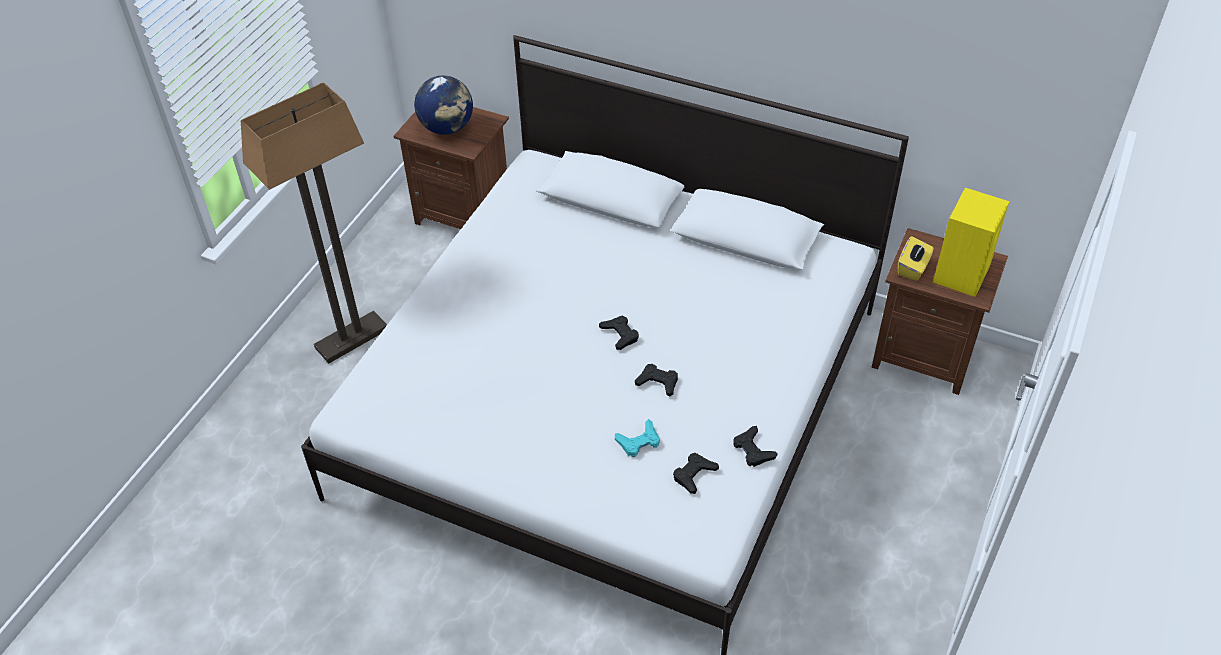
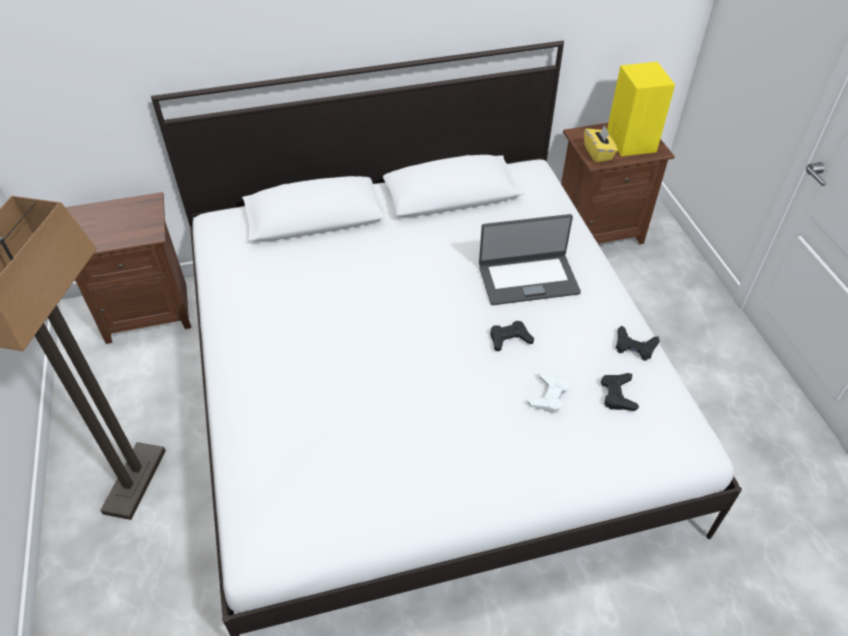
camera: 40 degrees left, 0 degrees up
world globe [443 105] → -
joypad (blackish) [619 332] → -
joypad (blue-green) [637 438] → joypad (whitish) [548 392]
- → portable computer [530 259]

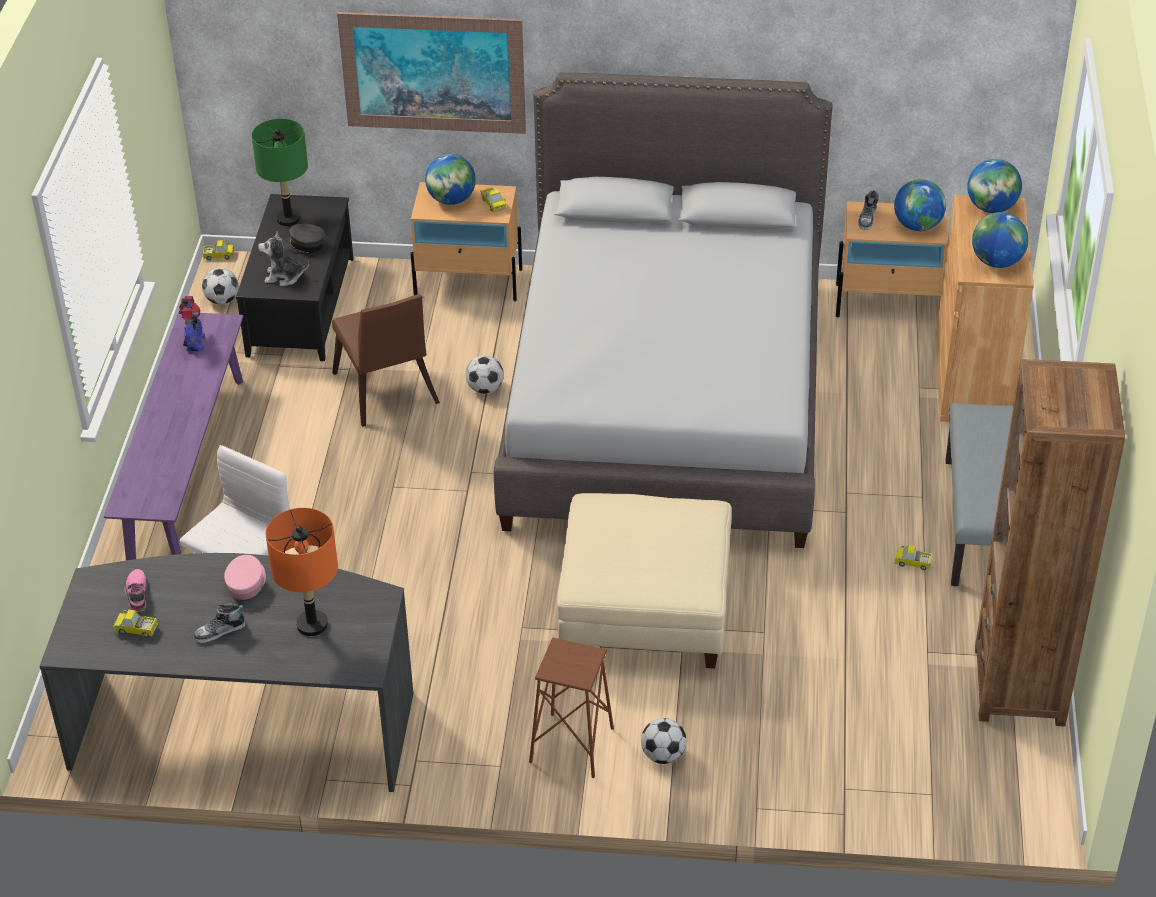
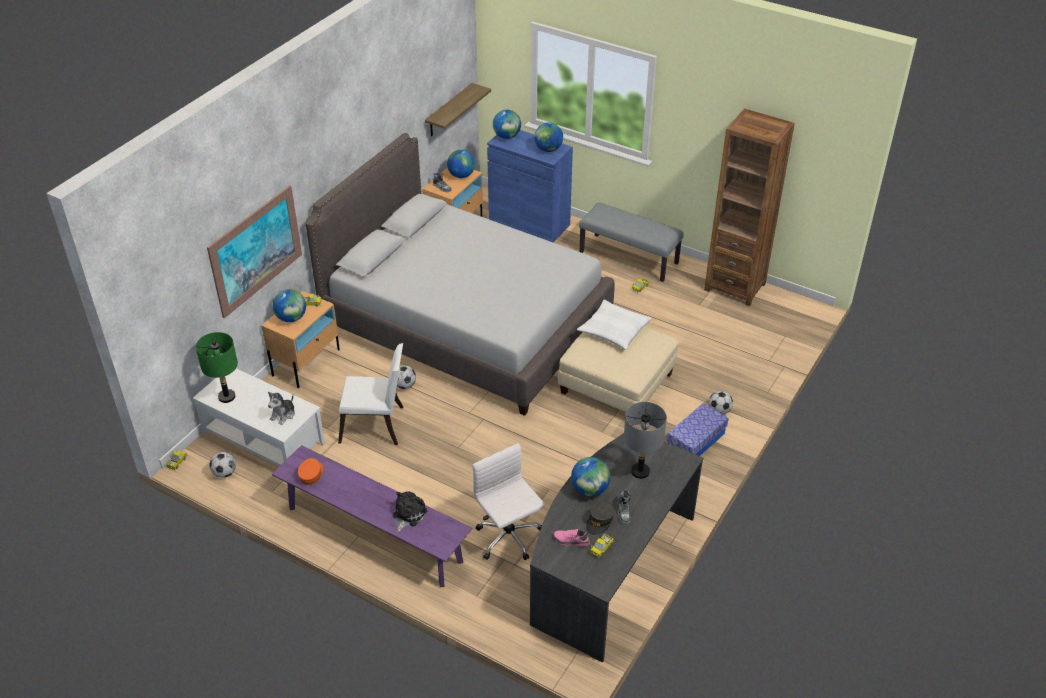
camera: 65 degrees left, 0 degrees up
low table (blackish) [295 277] → low table (whitish) [259 417]
storage cabinet (brown-coloured) [985 308] → storage cabinet (blue) [530 186]
peaked cap (greyish) [304 239] → peaked cap (greyish) [600 518], relocated
upright chair (brown-coloured) [386 360] → upright chair (whitish) [370 394]
robot figure [192 324] → peaked cap (orange) [310 471]
table lamp (orange) [302 572] → table lamp (greyish) [645 440]
peaked cap (pink-coloured) [245 577] → world globe [590 476]
sitting stool (brown-coloured) [571 708] → storage bin [698 429]
- → bracket shelf [458 109]
- → pillow (whitish) [614 324]
- → soft toy [410 511]

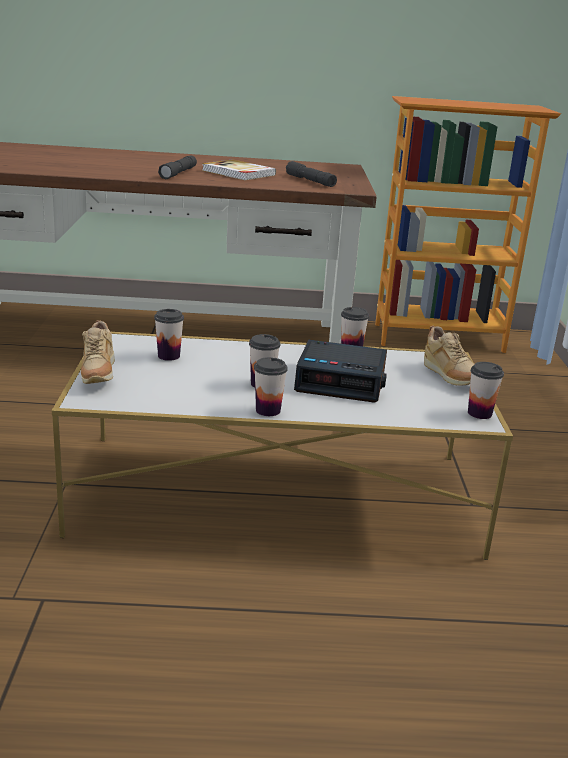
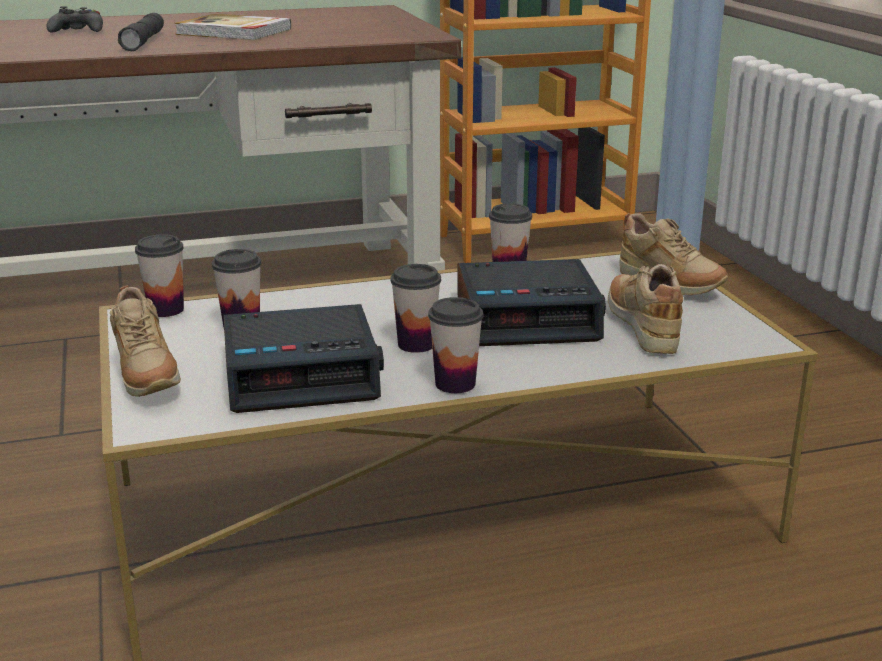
camera: 15 degrees left, 0 degrees up
flashlight (greyish) [311 174] → -
drinking cup [486 390] → drinking cup [159 275], relocated
- → joypad (blackish) [75 19]
- → low shoe (beige) [645 309]
- → bedside clock [304 358]

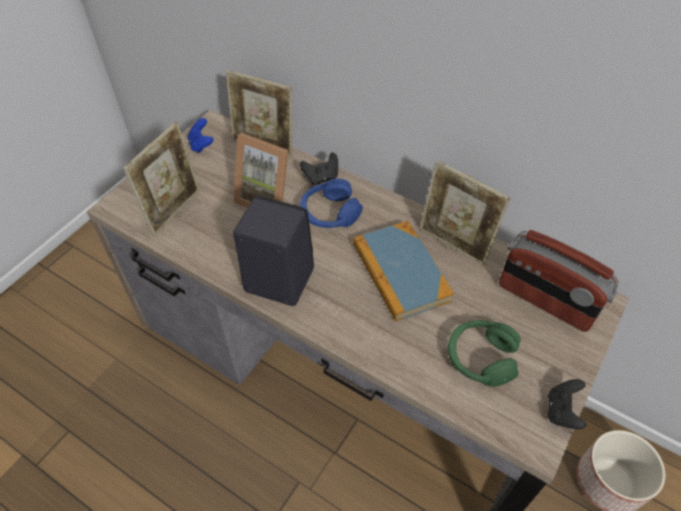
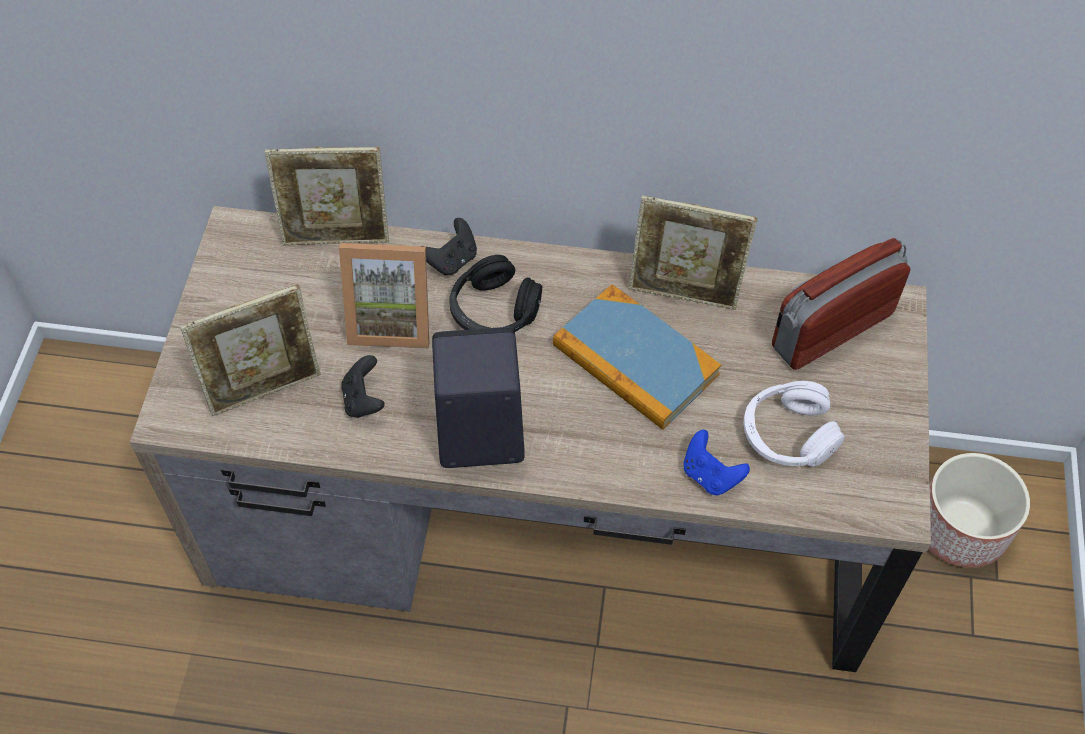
camera: 25 degrees left, 5 degrees up
joypad (blue) [200 135] → joypad (blue) [716 462], relocated
picture frame [161 179] → picture frame [250 350], 60 degrees clockwise
headphones (blue) [331 203] → headphones (blackish) [495 293]
radio [558 281] → radio [841 304], 135 degrees clockwise
headphones (green) [484 353] → headphones (whitish) [794 424]
joypad (blackish) [567 404] → joypad (blackish) [363 386], relocated

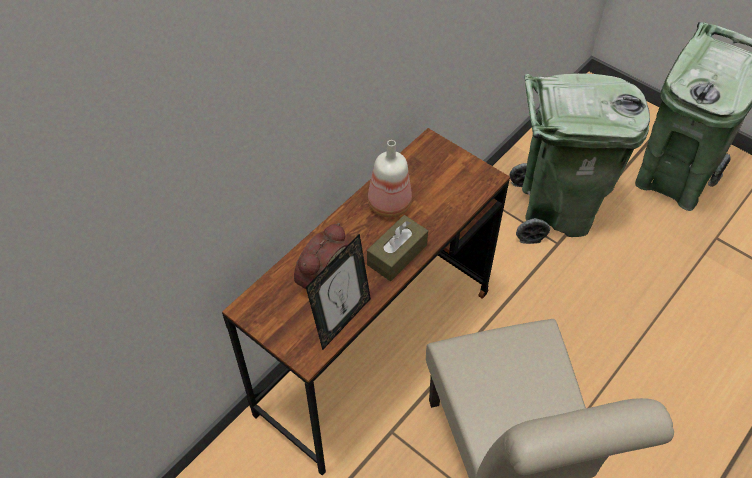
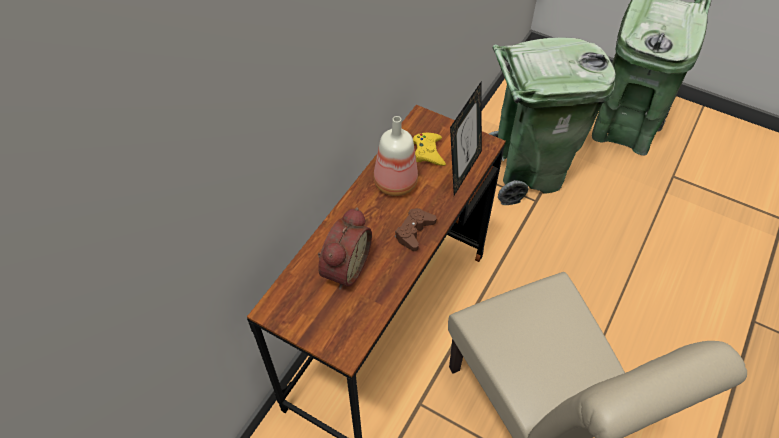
camera: 10 degrees left, 0 degrees up
tissue box (brown-coloured) [397 248] → joypad (brown-coloured) [415 229]
picture frame [338 292] → picture frame [466 139], relocated
- → joypad (yellowish) [429 149]

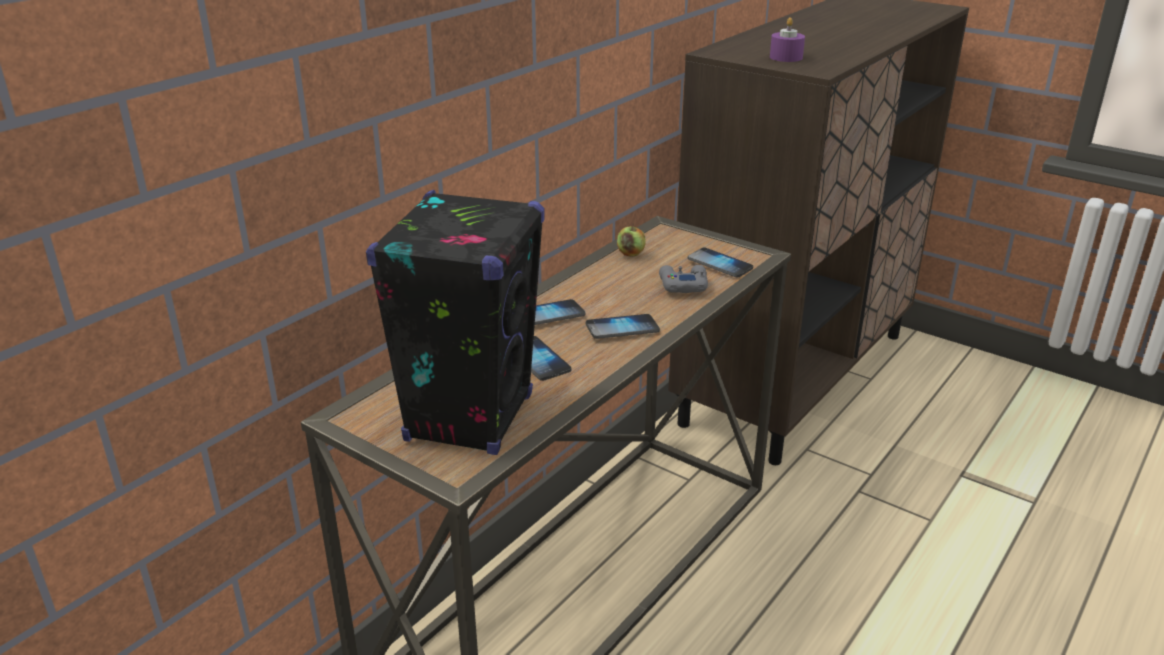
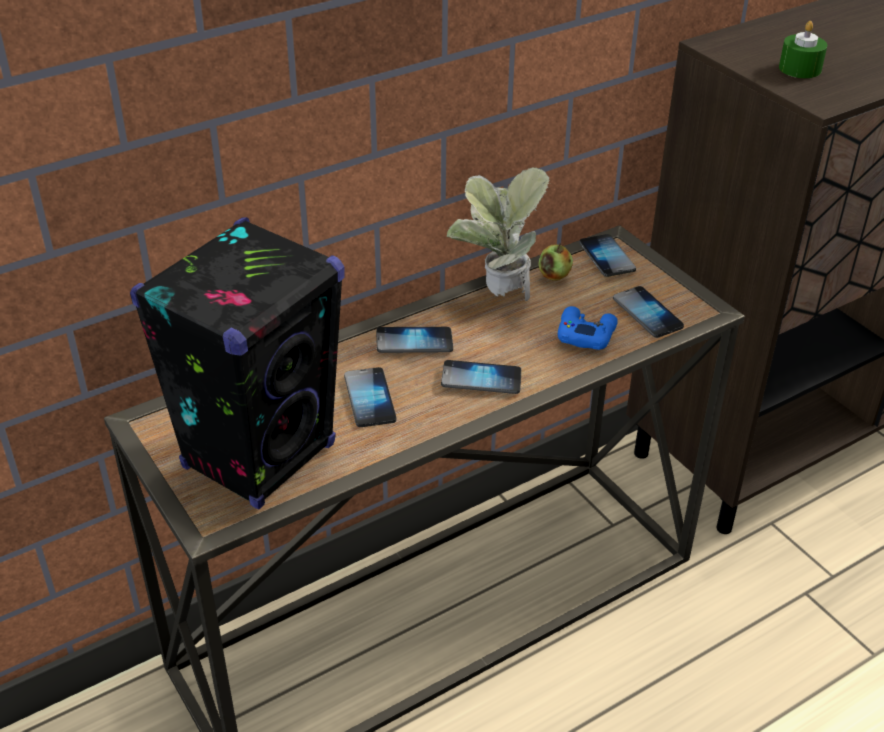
camera: 20 degrees right, 10 degrees up
wax light (purplish) [787 39] → wax light (green) [803 49]
joypad (greyish) [683 279] → joypad (blue) [588 328]
- → potted plant [498 234]
- → handset [607 255]

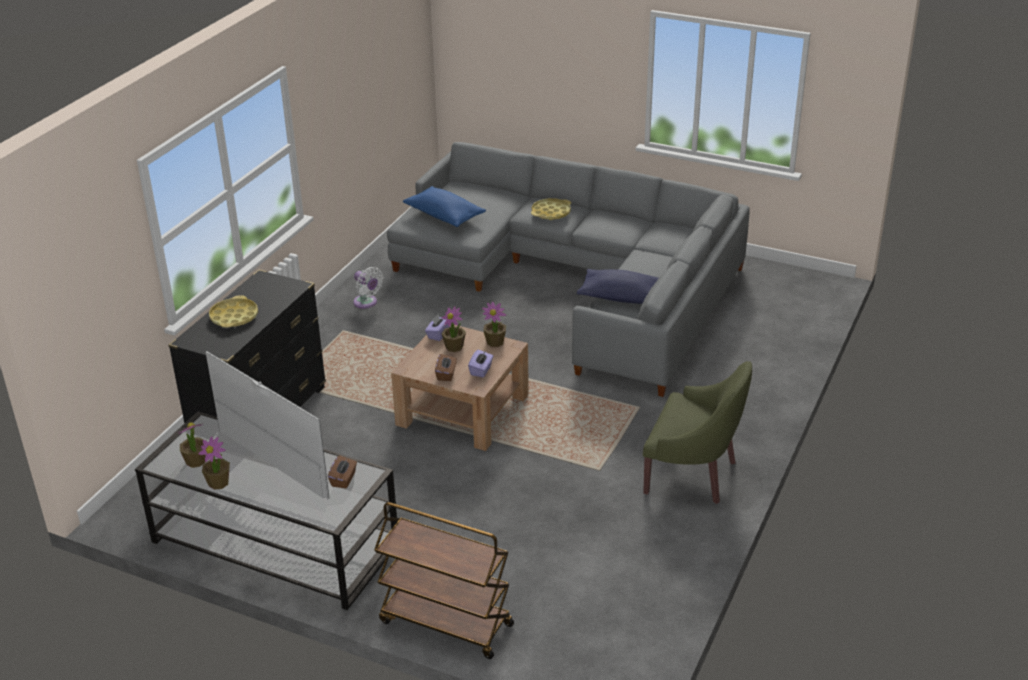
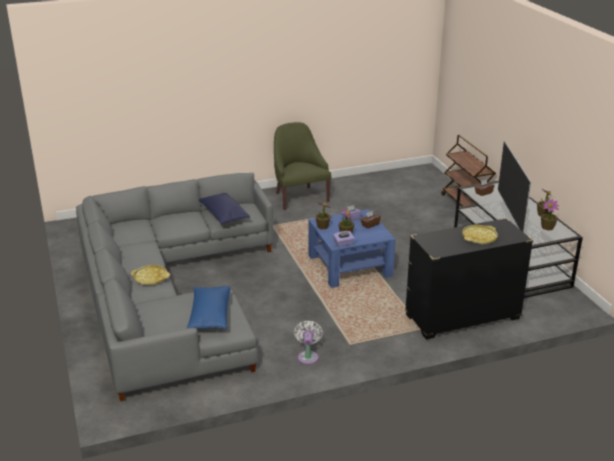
camera: 135 degrees left, 5 degrees down
low table (brown-coloured) [460 388] → low table (blue) [352 248]

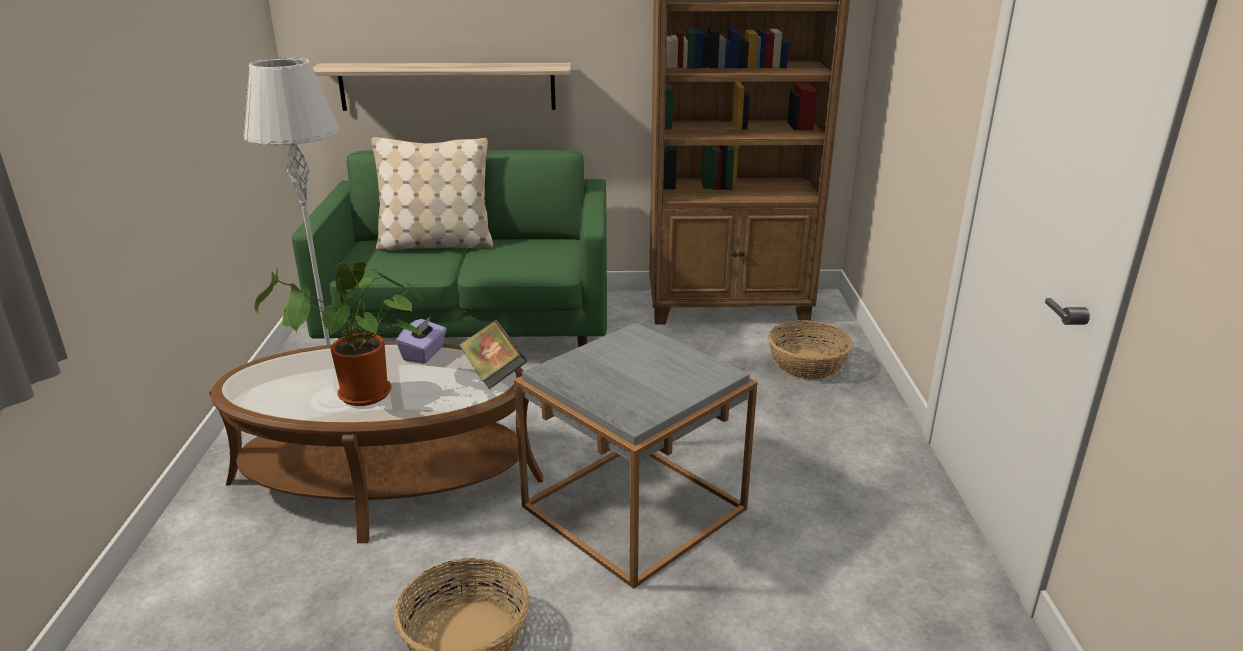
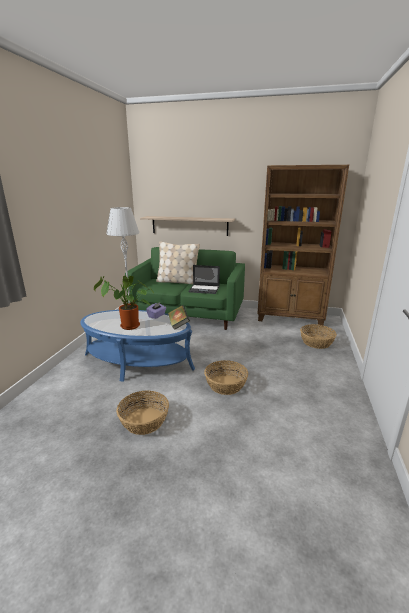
camera: 15 degrees right, 5 degrees down
end table (greyish) [636 456] → storage basket [226 377]
low table (brown-coloured) [376 442] → low table (blue) [137 346]
- → portable computer [204 279]

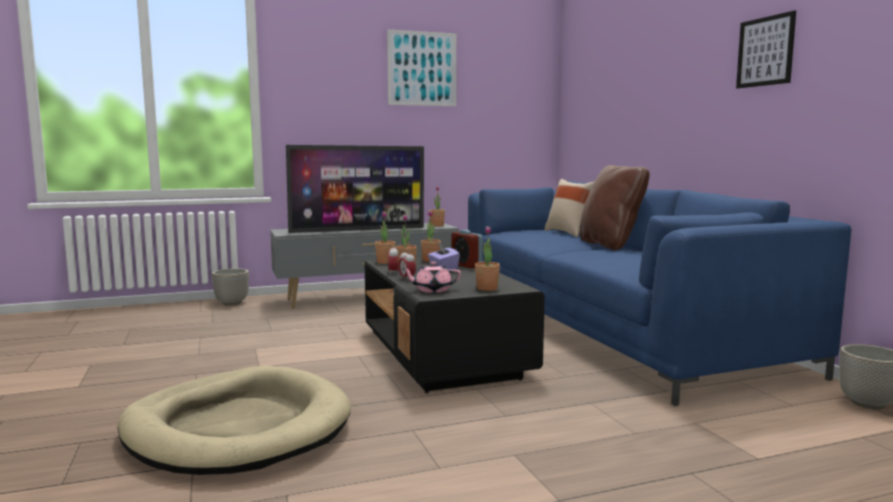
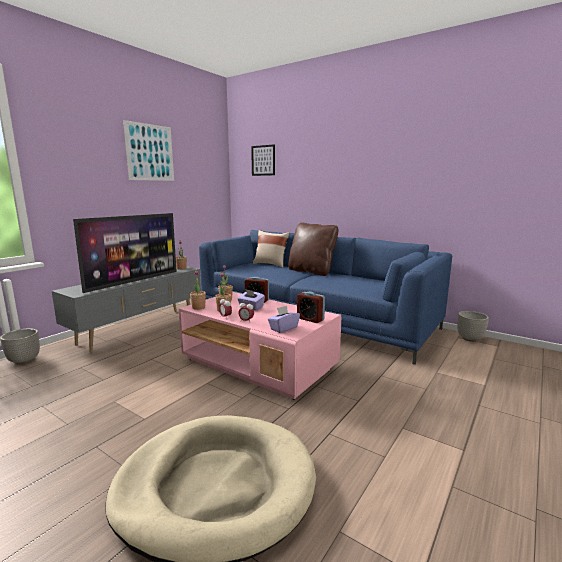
camera: 35 degrees left, 5 degrees up
picture [766 49] → picture [263 160], relocated
potted plant [487 258] → bedside clock [311 307]
low table (blackish) [454 325] → low table (pink-coloured) [260 346]
tea pot (pink-coloured) [431 277] → tissue box (purplish) [284 319]

